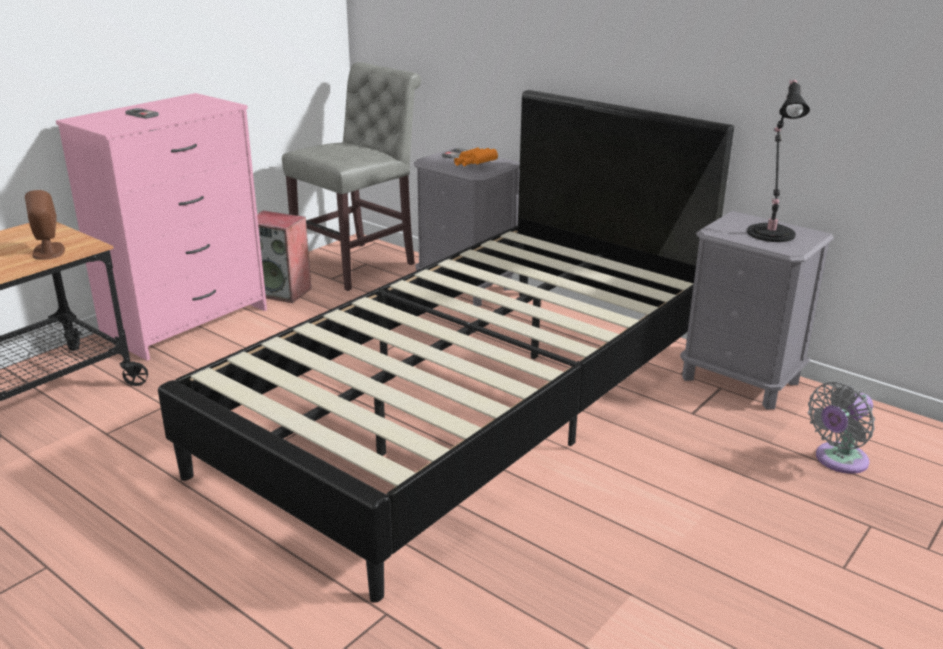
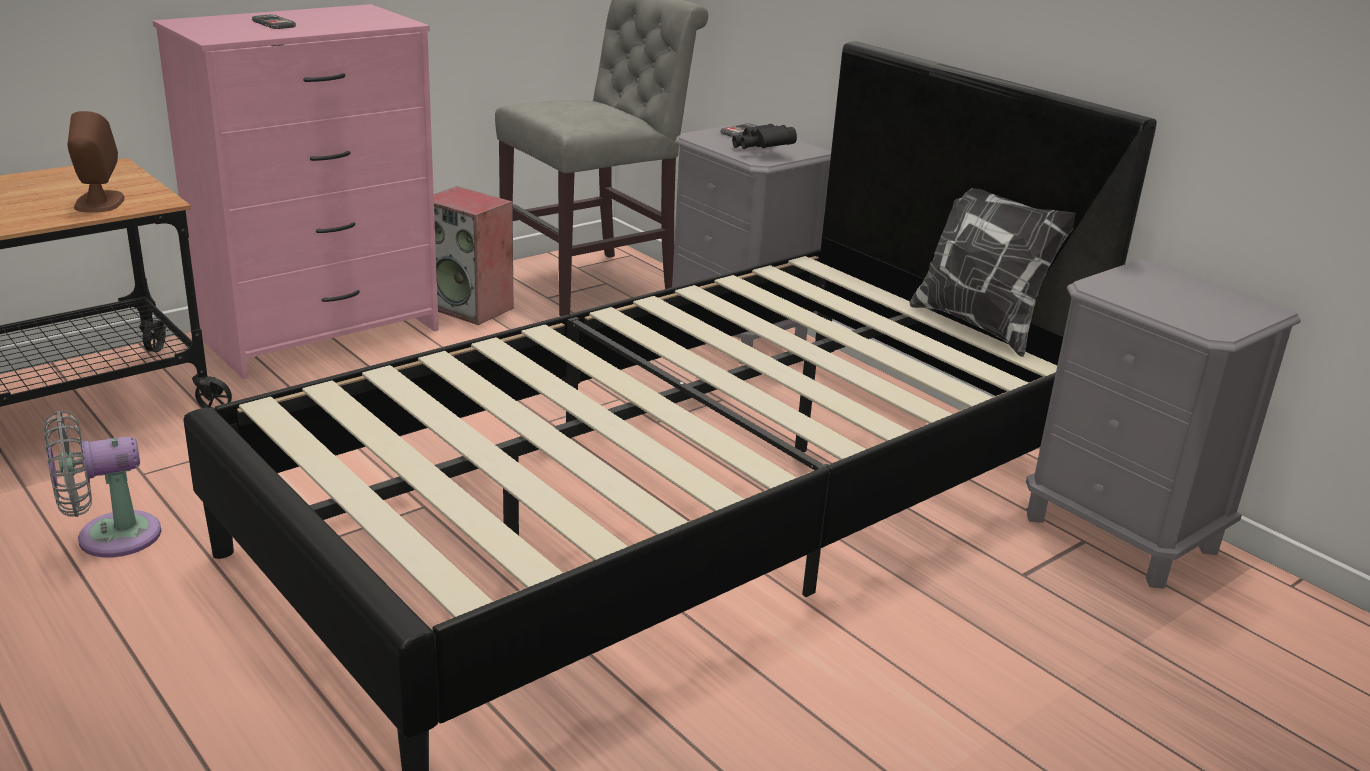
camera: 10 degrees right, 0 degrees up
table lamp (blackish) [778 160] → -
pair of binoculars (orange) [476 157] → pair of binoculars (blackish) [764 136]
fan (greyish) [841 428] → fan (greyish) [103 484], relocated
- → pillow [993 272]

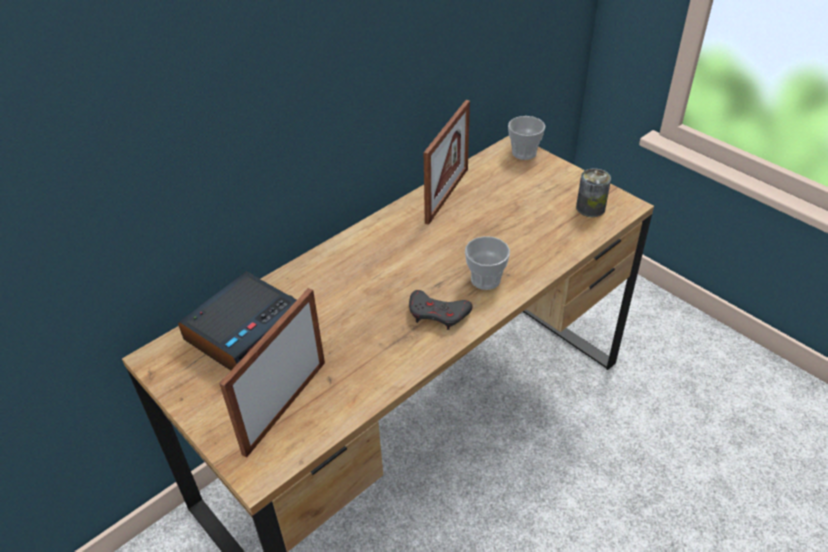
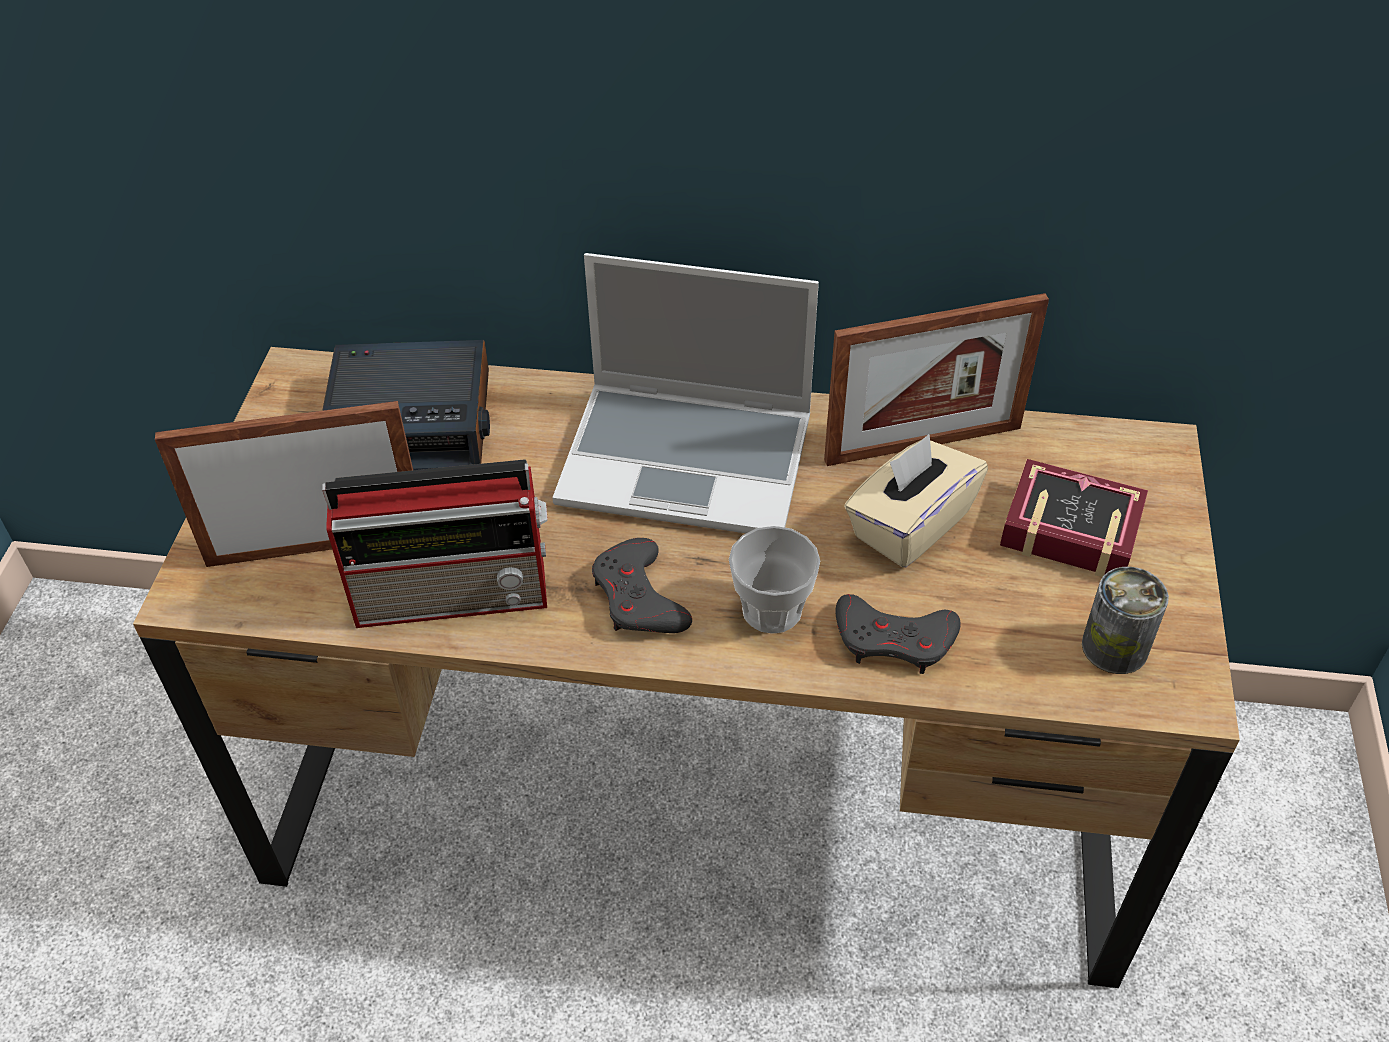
camera: 50 degrees right, 5 degrees up
drinking cup [526 138] → -
- → portable computer [685 393]
- → tissue box (beige) [916 501]
- → radio [435 543]
- → book [1074 518]
- → joypad (greyish) [898 634]

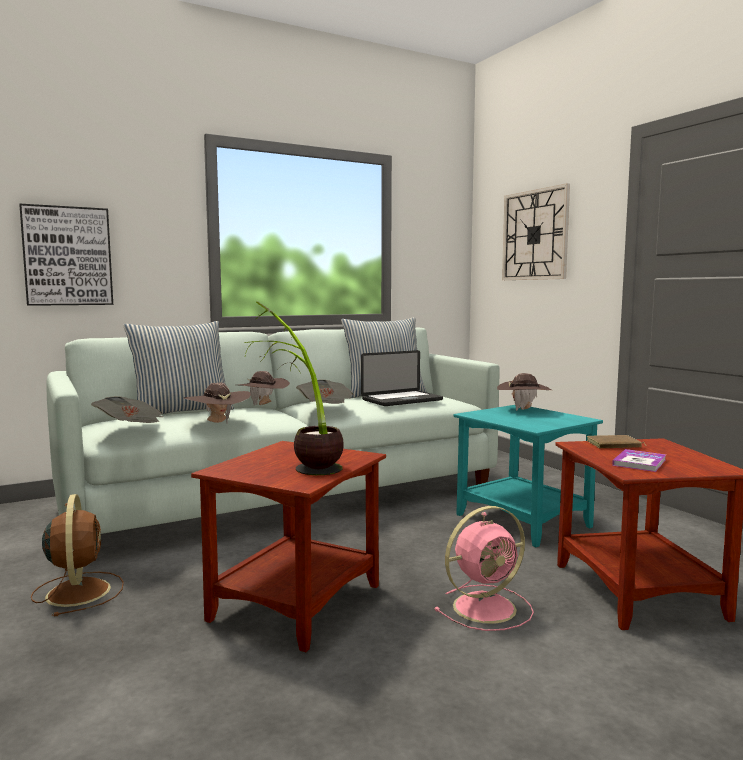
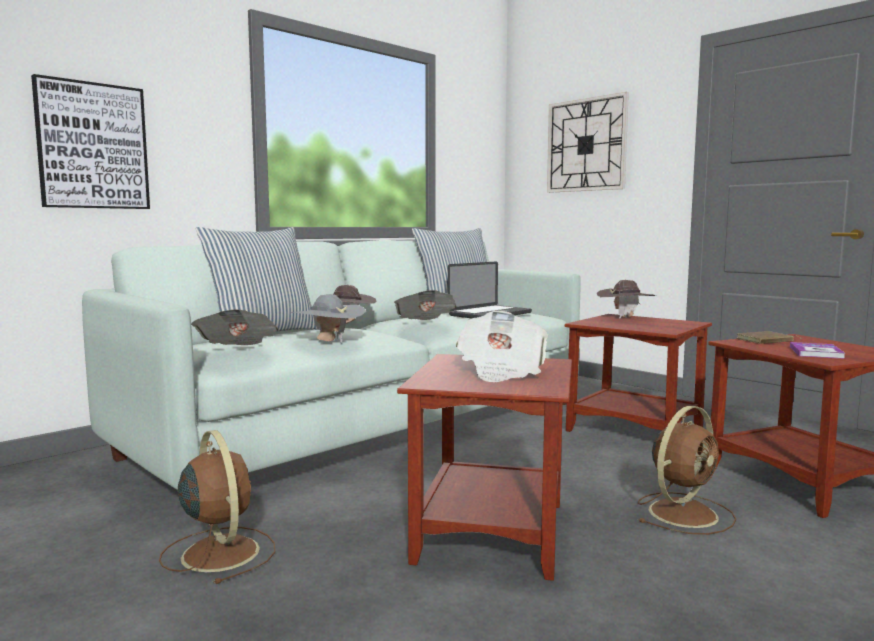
camera: 15 degrees left, 0 degrees up
potted plant [294 388] → printed paper [502 346]
clothing hat (brown-coloured) [217 402] → clothing hat (greyish) [328 318]
end table (blue-green) [528 476] → end table (brown-coloured) [638 373]
fan (pink-coloured) [484 568] → fan (brown-coloured) [687 470]

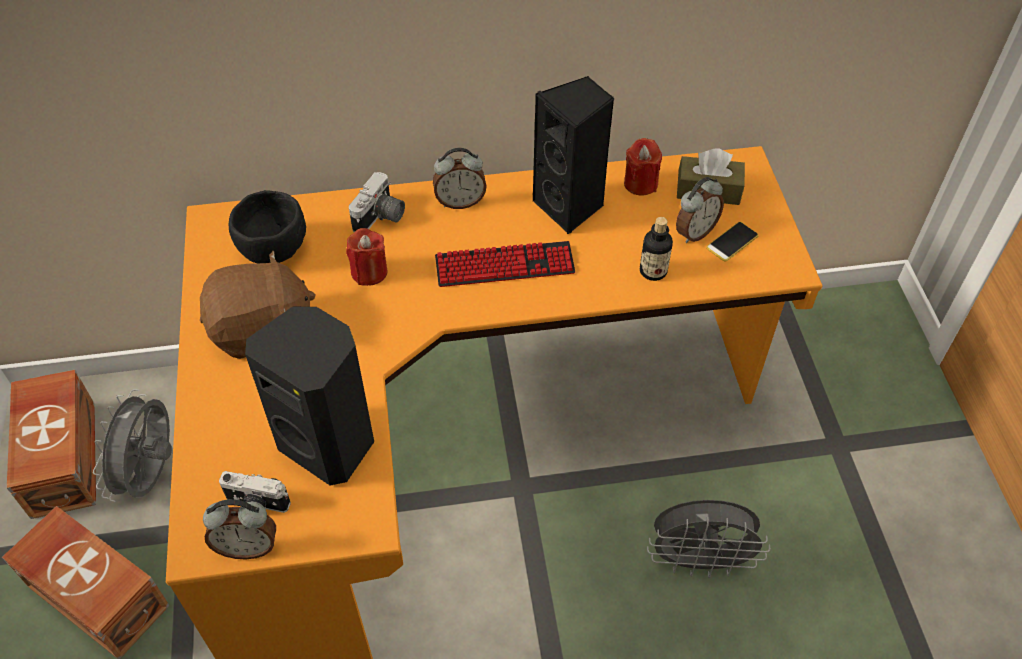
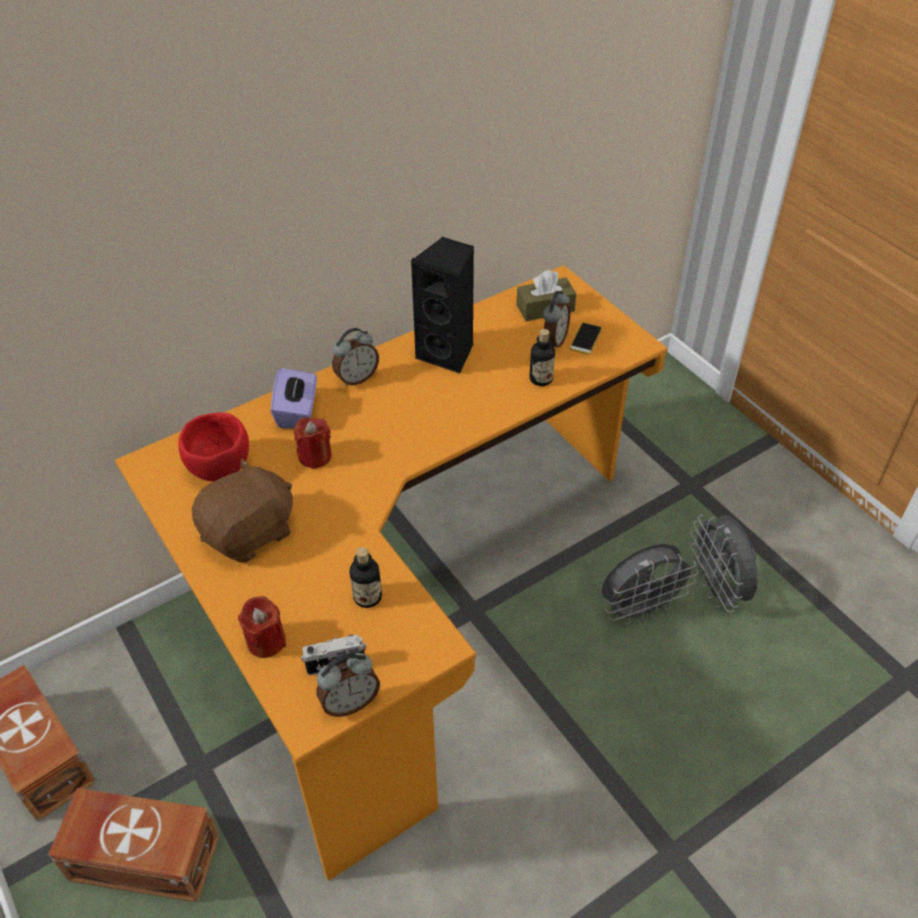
camera: 25 degrees left, 5 degrees down
wax light (reddish) [643 166] → wax light (reddish) [262 627], relocated
still camera [377 202] → tissue box (purplish) [294 398]
bowl (blackish) [267 226] → bowl (reddish) [214 446]
computer keyboard [505 264] → -
loudspeaker (blackish) [309 396] → beverage bottle [365 577]
fan (greyish) [132 445] → fan (greyish) [724 563], relocated

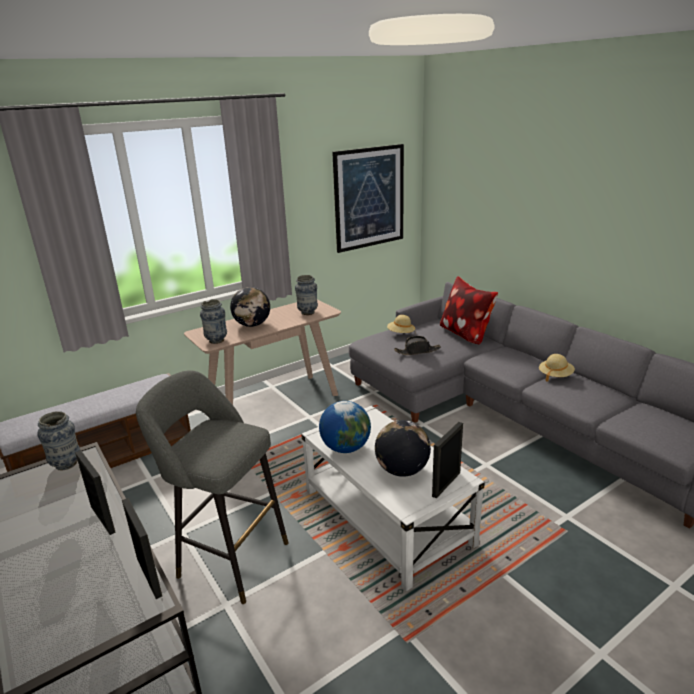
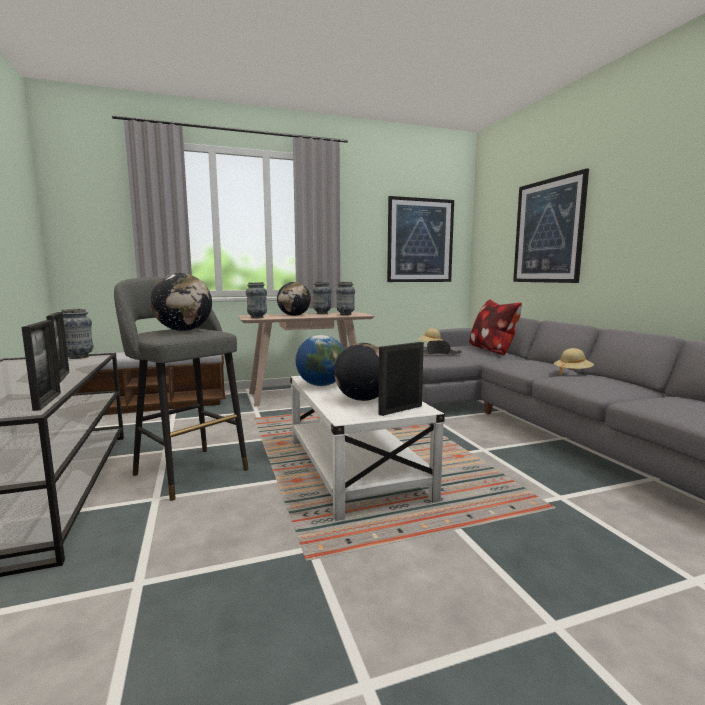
camera: 15 degrees right, 15 degrees down
- → picture [551 225]
- → world globe [181 302]
- → decorative vase [322 298]

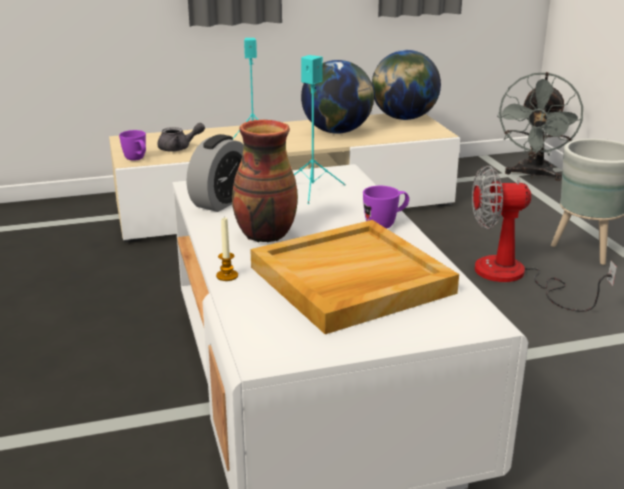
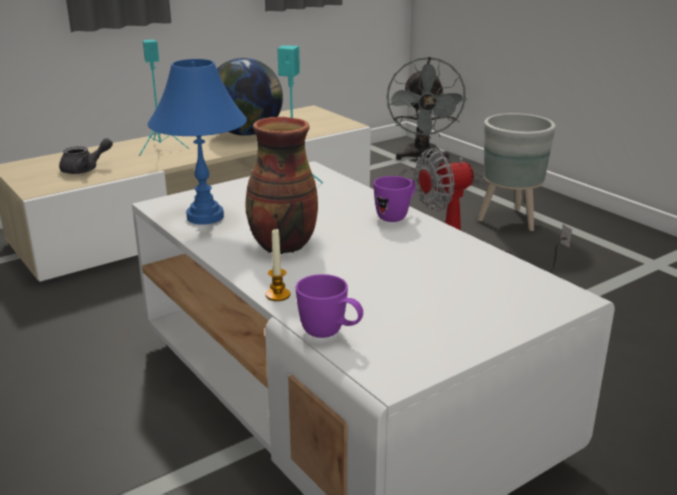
camera: 20 degrees left, 0 degrees up
world globe [406 85] → -
coffee mug (purplish) [132 145] → coffee mug (purplish) [329 306], relocated
bedside clock [215 173] → table lamp (blue) [197 142]
tray (beige) [354 277] → -

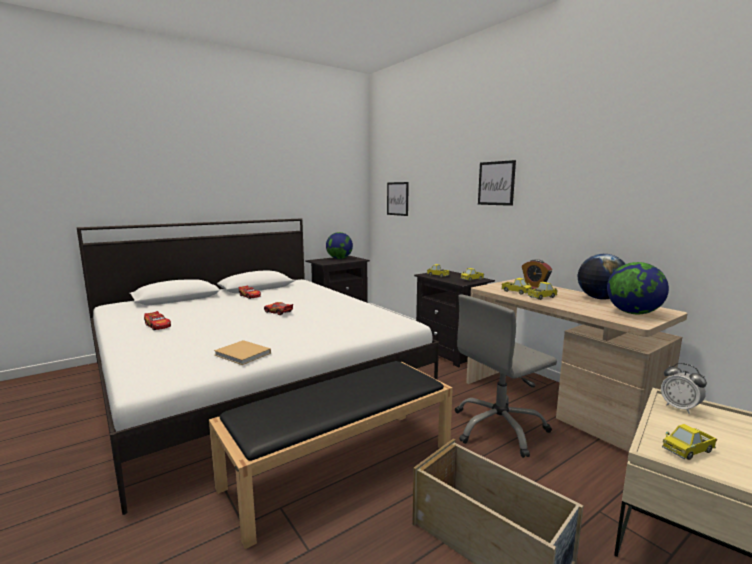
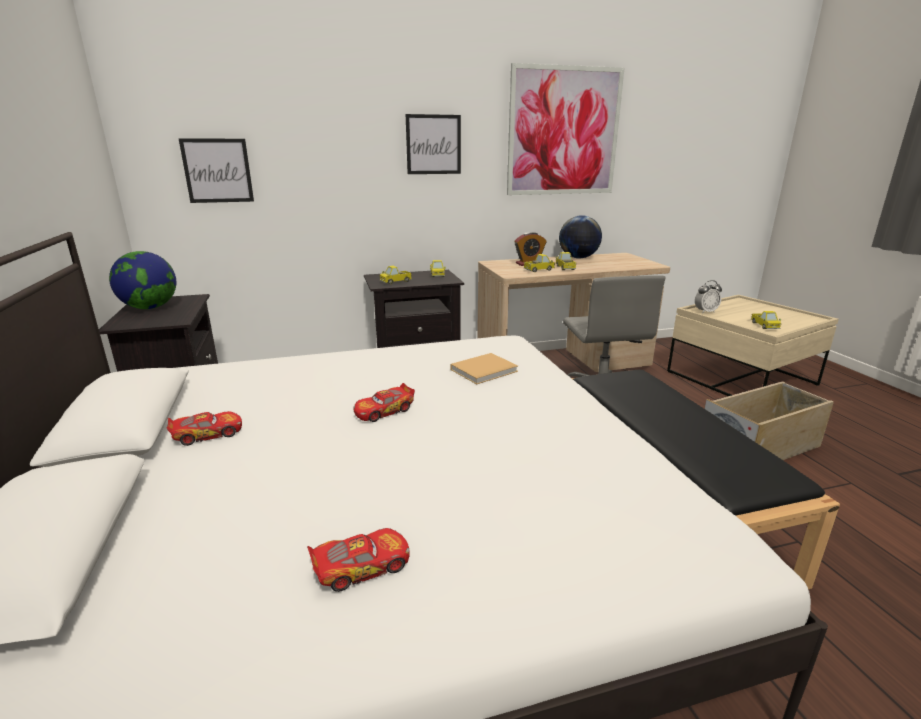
camera: 70 degrees left, 10 degrees up
world globe [638 288] → -
book (beige) [242 352] → book (beige) [484 368], relocated
- → picture [565 129]

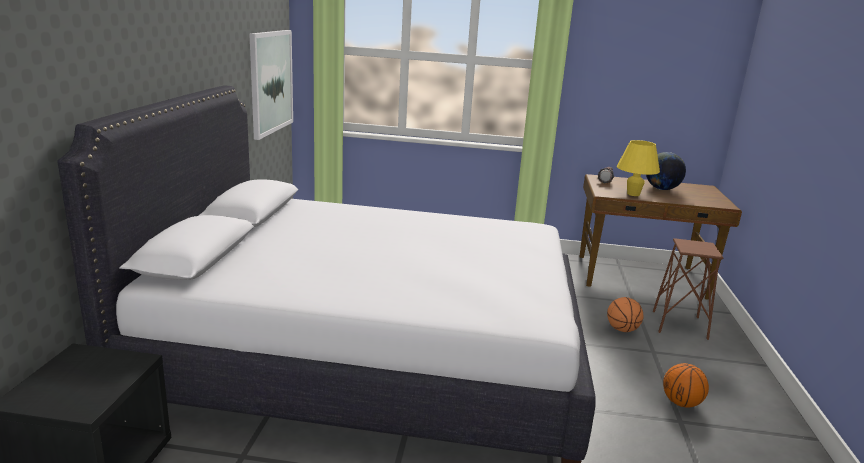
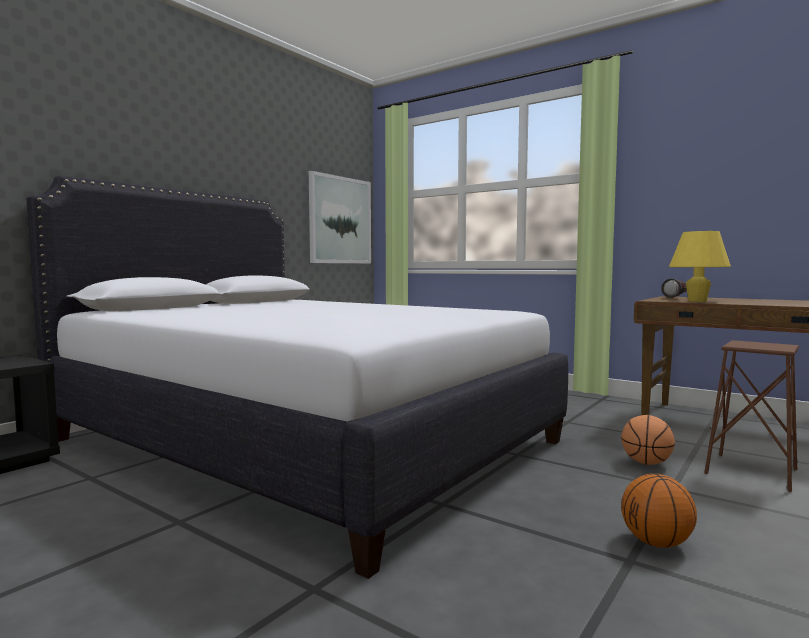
camera: 30 degrees right, 15 degrees down
world globe [666 171] → -

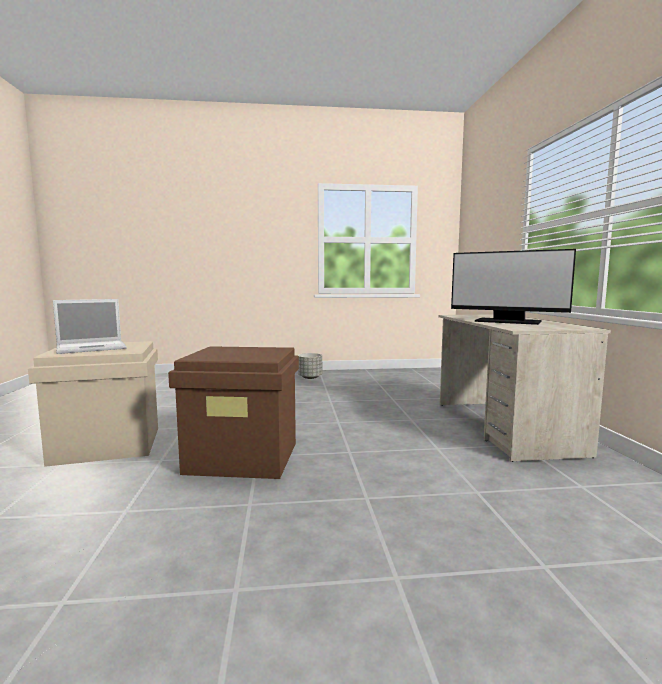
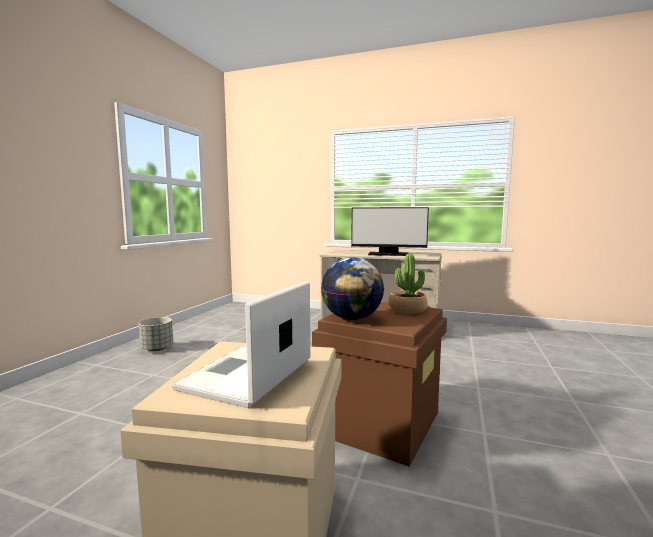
camera: 65 degrees left, 0 degrees up
computer screen [513 287] → computer screen [390 231], 45 degrees clockwise
portable computer [90 326] → portable computer [241 344], 150 degrees counterclockwise
- → potted plant [408 284]
- → world globe [352 288]

